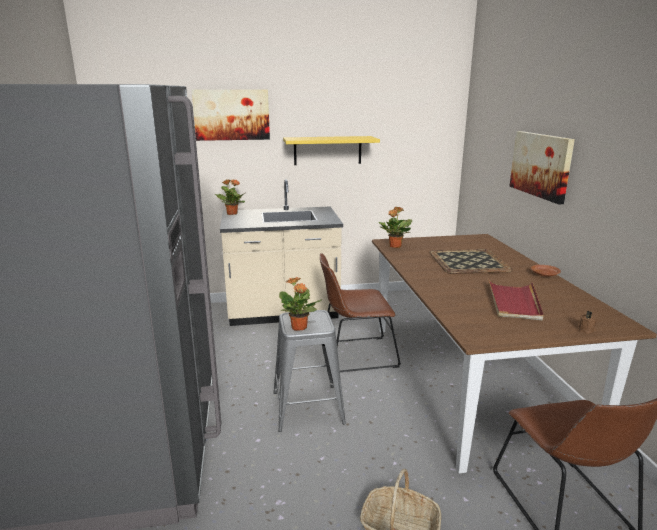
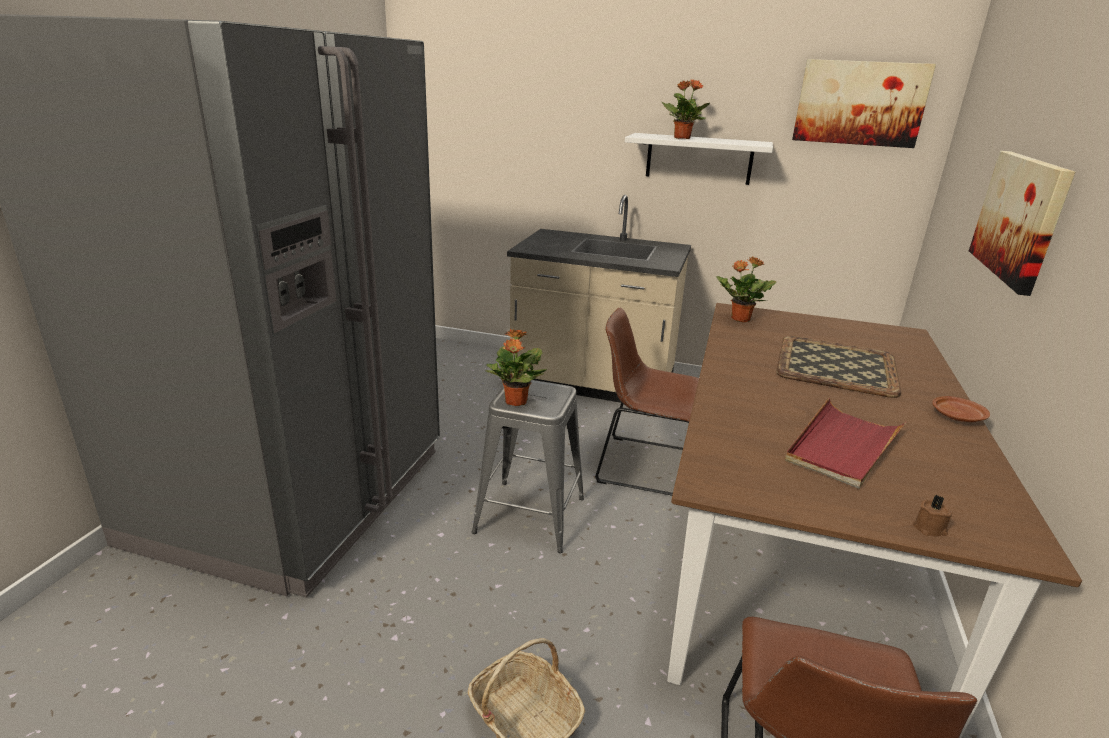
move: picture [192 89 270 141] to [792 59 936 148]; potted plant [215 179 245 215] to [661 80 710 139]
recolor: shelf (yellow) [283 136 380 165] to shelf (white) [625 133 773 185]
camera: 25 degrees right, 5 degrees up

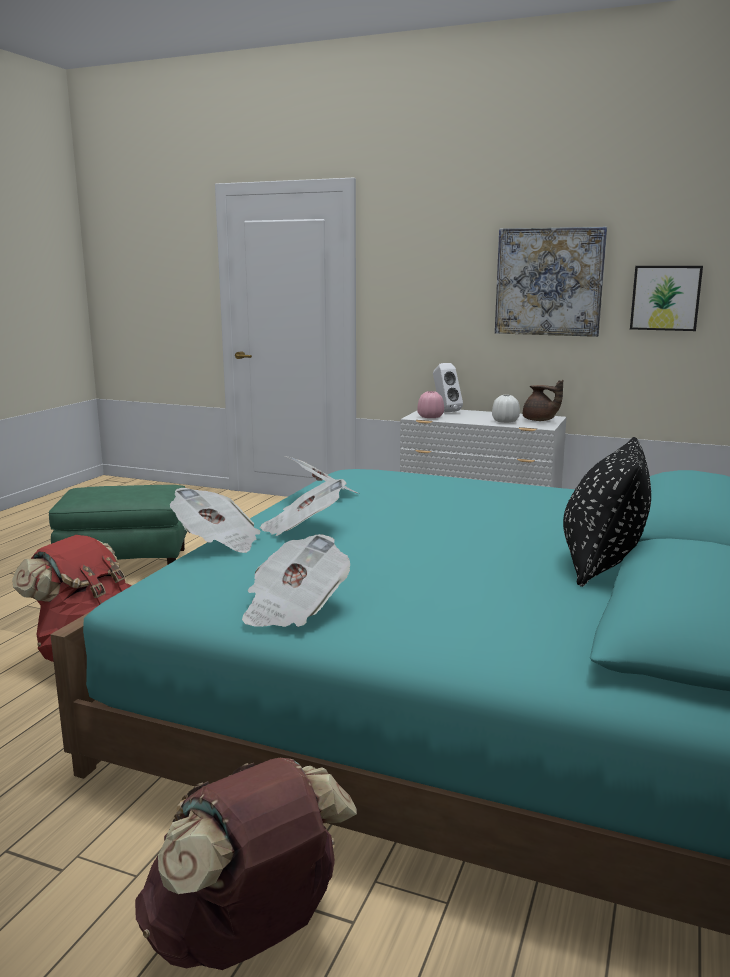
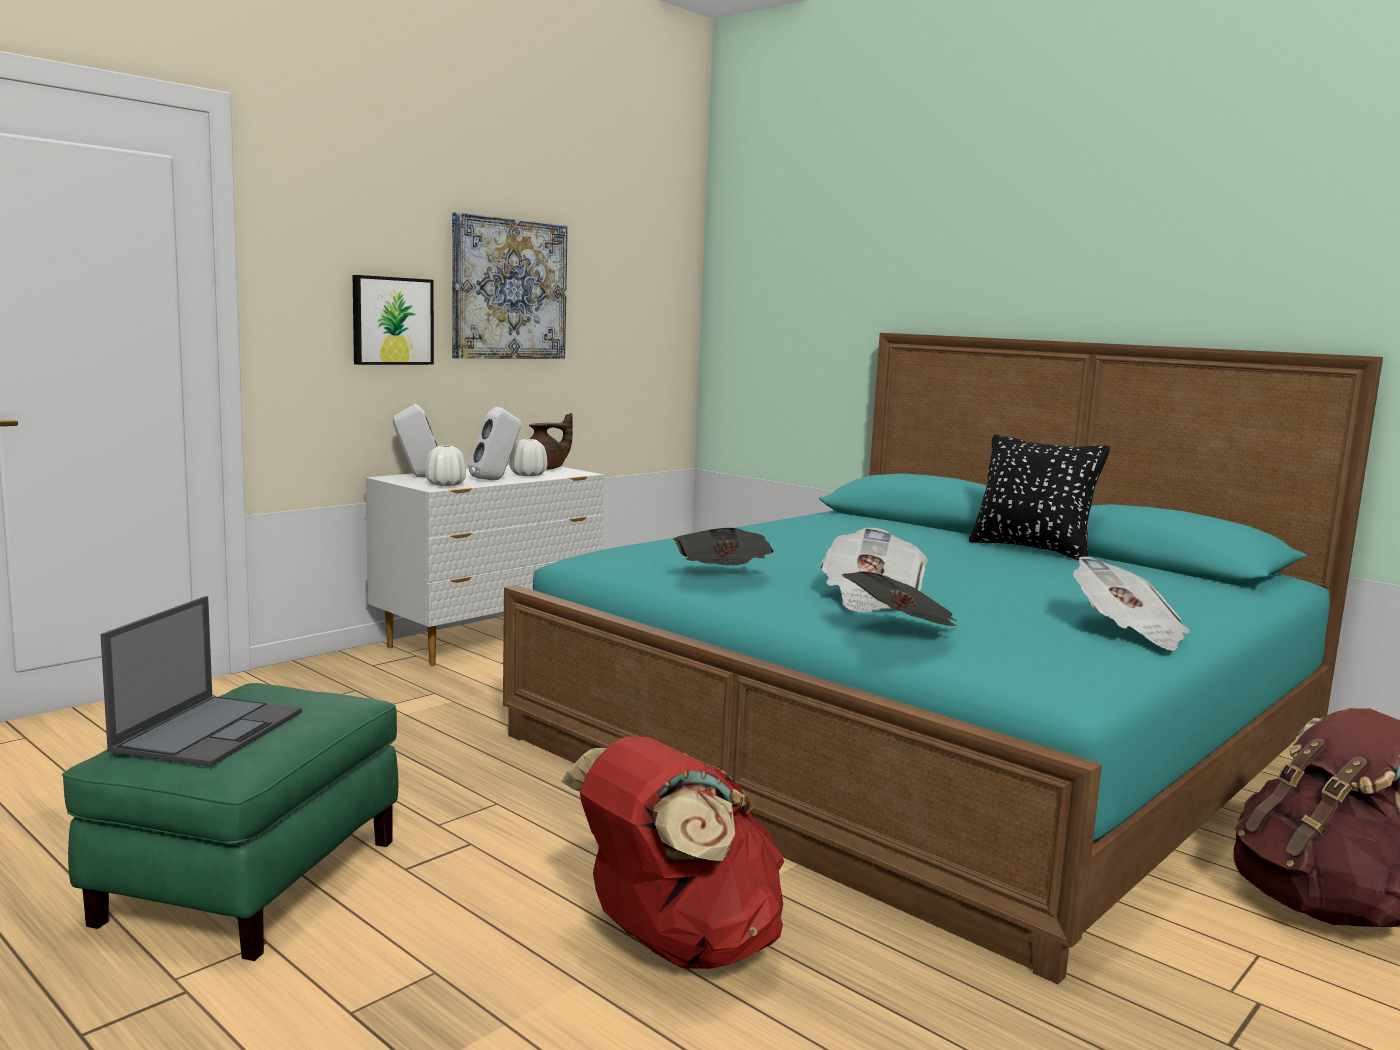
insert: laptop [100 596 302 767]; speaker (white) [468 407 521 480]
move: picture [630 266 703 331] to [353 275 434 365]
recolor: vase (pink) [417 391 444 418] to vase (white) [425 445 466 486]
camera: 70 degrees left, 5 degrees down

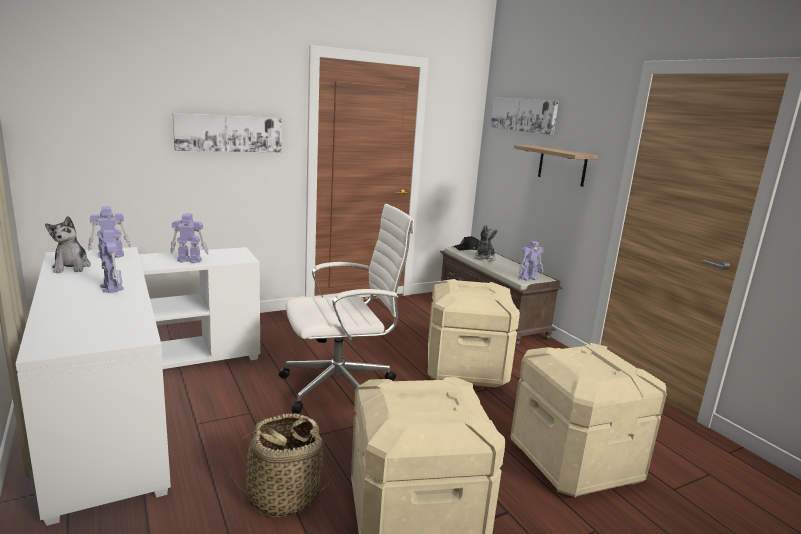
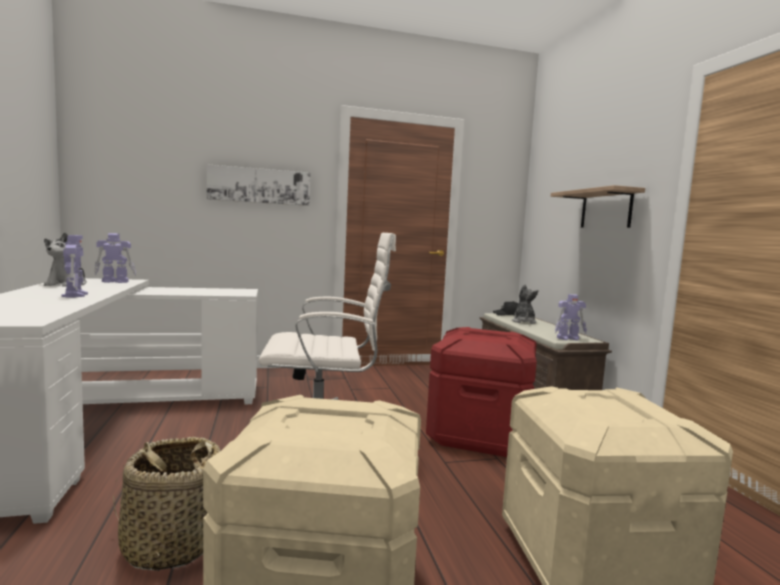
delete: toy robot [171 213 209 263]; picture [491 97 559 135]
recolor: storage box (beige) [427 279 520 388] to storage box (red) [426 327 537 457]
camera: 15 degrees right, 10 degrees down

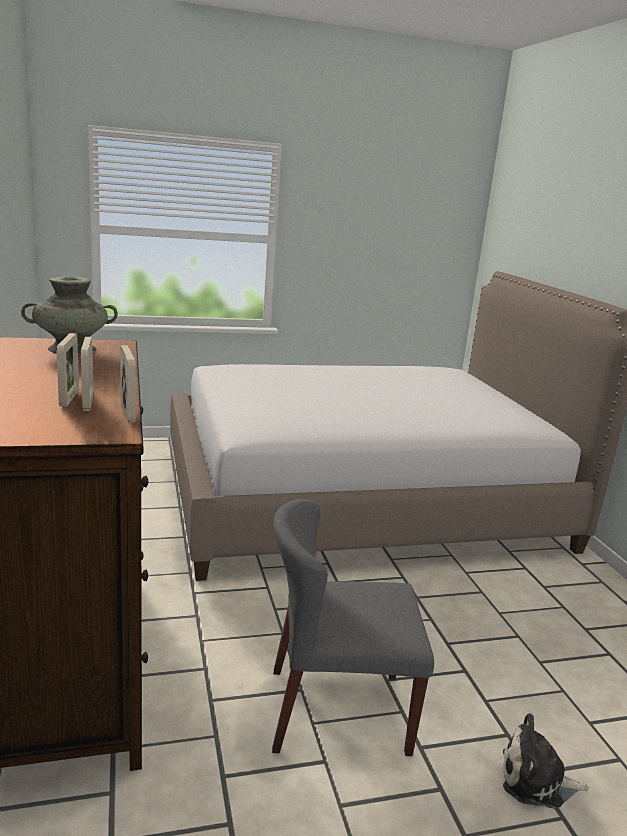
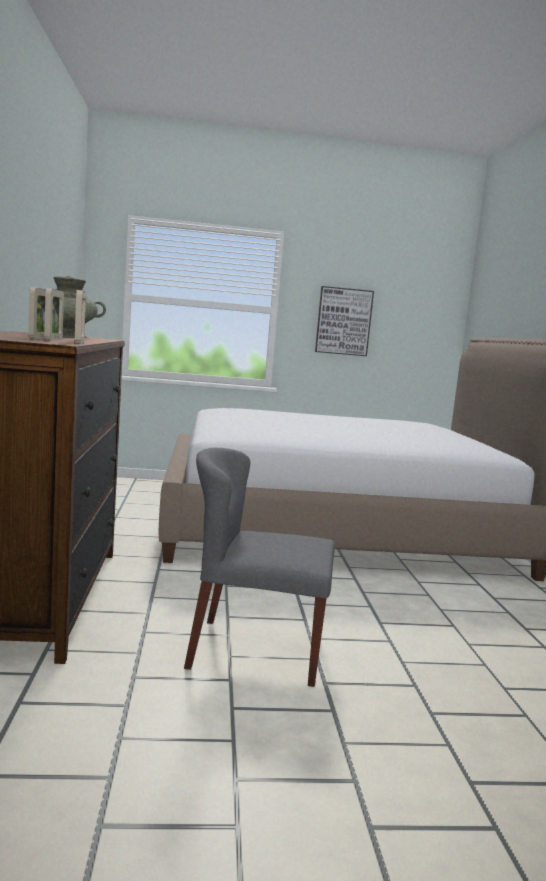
delete: plush toy [503 713 589 809]
insert: picture [315 286 374 356]
camera: 10 degrees right, 10 degrees down

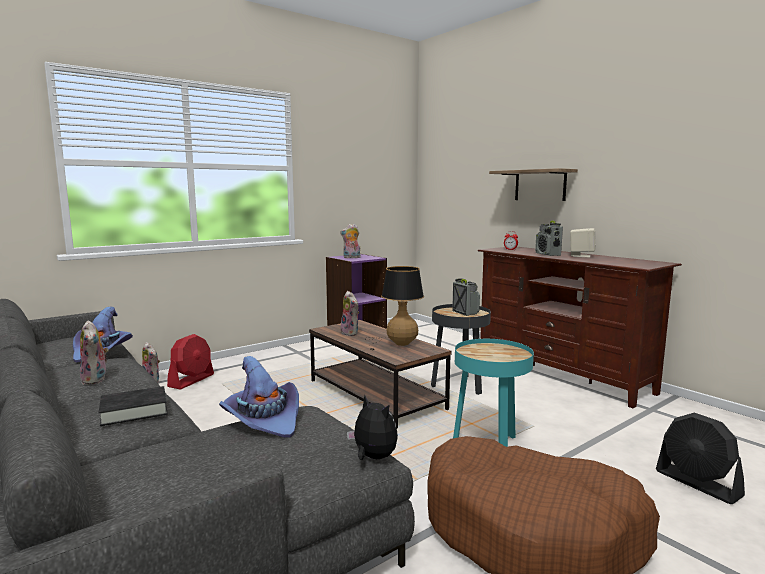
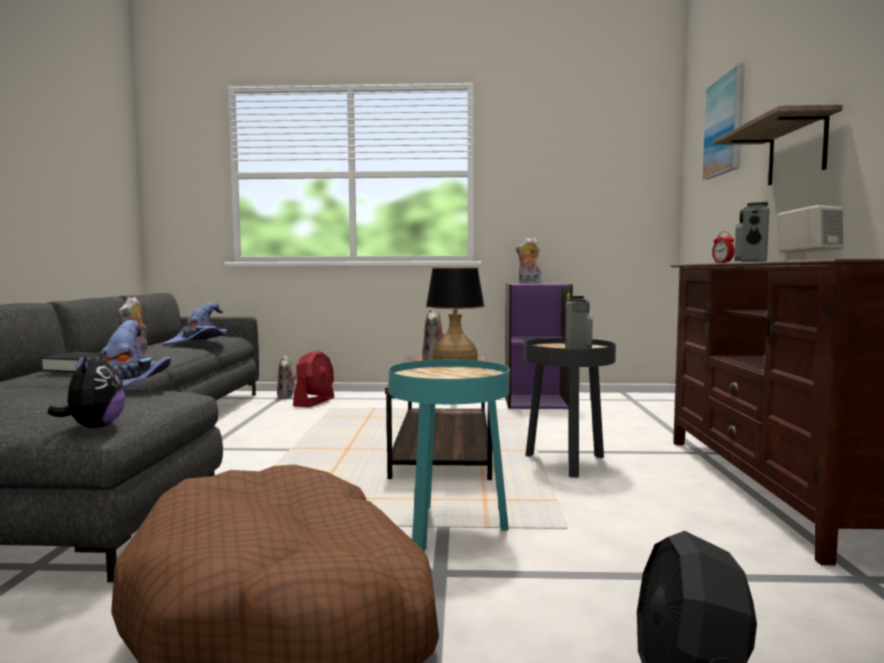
insert: picture [702 64 745 180]
rotate: fan (red) [167 334 214 389] = [293 350 334 407] 45 degrees counterclockwise
camera: 40 degrees right, 5 degrees down

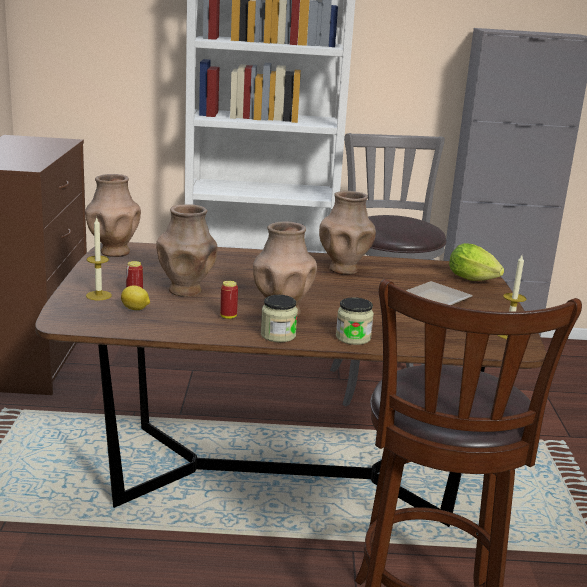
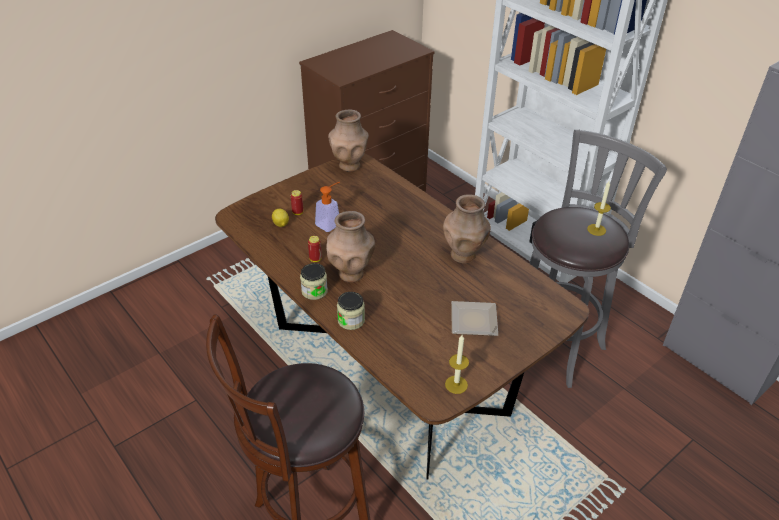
delete: lettuce [449 243 504 281]
move: candle [86 217 112 300] to [587 181 611 236]
replace: vase (brown) [156 204 218 297] to soap dispenser [315 182 340 232]
camera: 50 degrees right, 20 degrees up

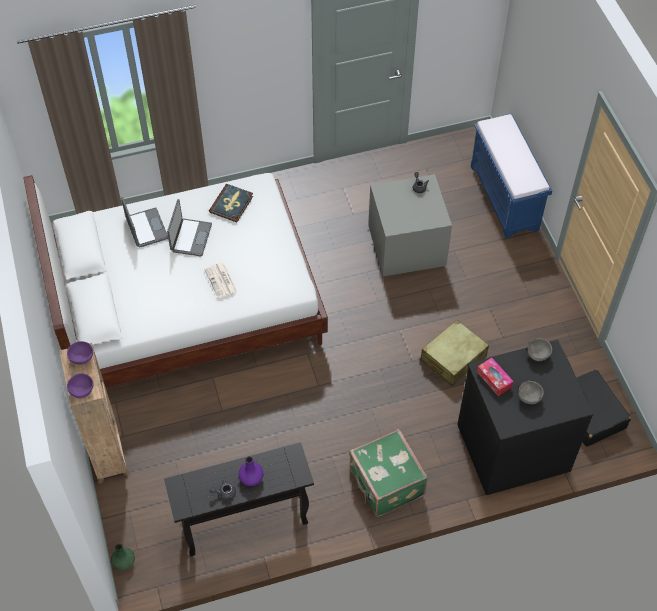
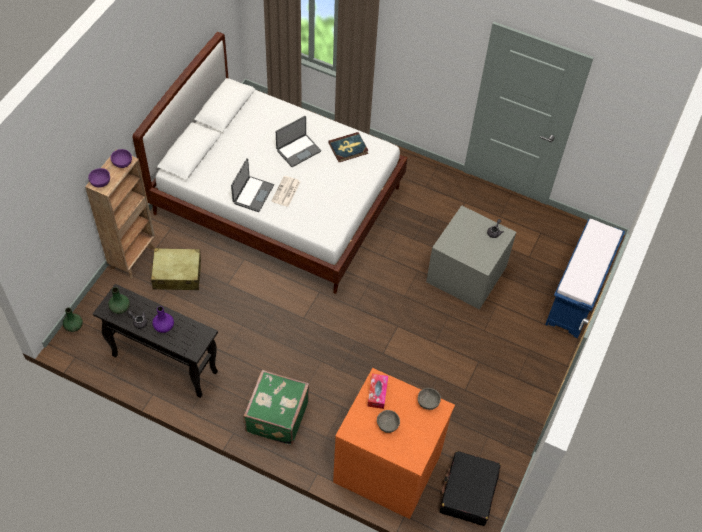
insert: vase (green) [108 287 130 314]
move: laptop [121 197 168 248] to [231 158 274 212]; suitcase (beige) [420 320 489 386] to [150 248 201 290]
recolor: dresser (black) [457 340 594 495] to dresser (orange) [333 368 455 519]
camera: 40 degrees right, 0 degrees up

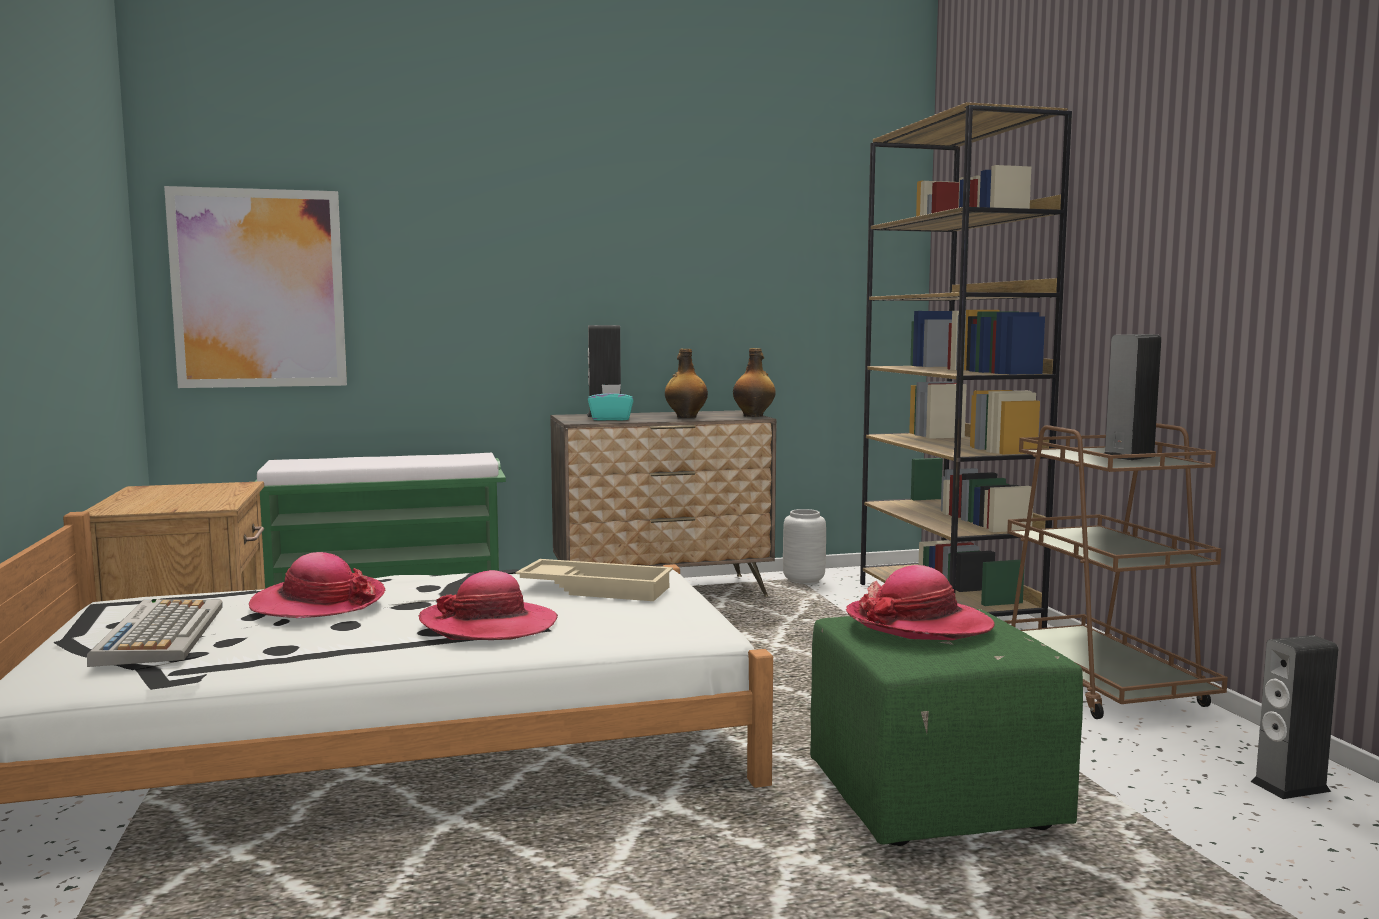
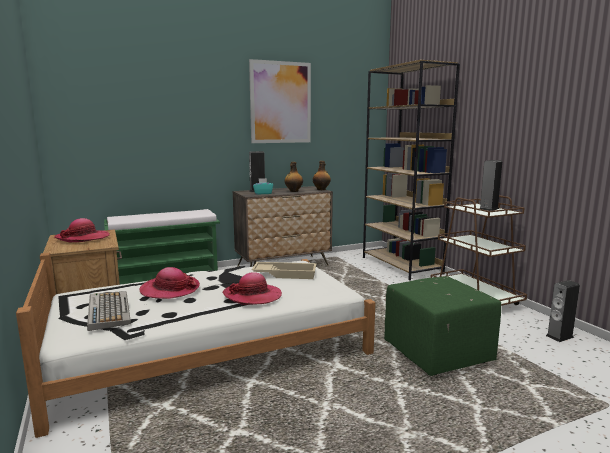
delete: vase (grey) [783 509 826 585]
move: picture [164 186 347 388] to [249 59 311 143]; hat [846 565 995 640] to [54 218 110 242]
camera: 10 degrees left, 5 degrees up

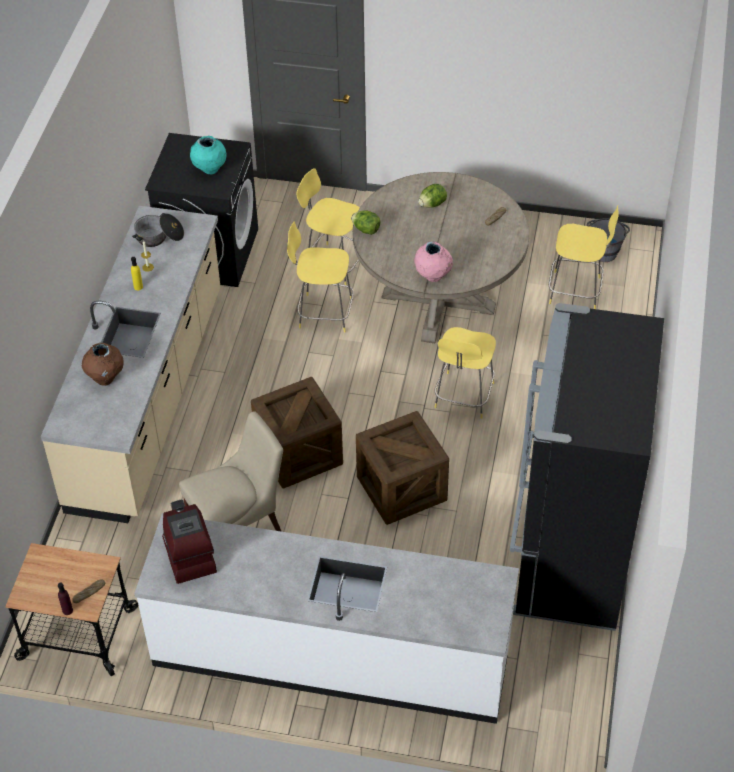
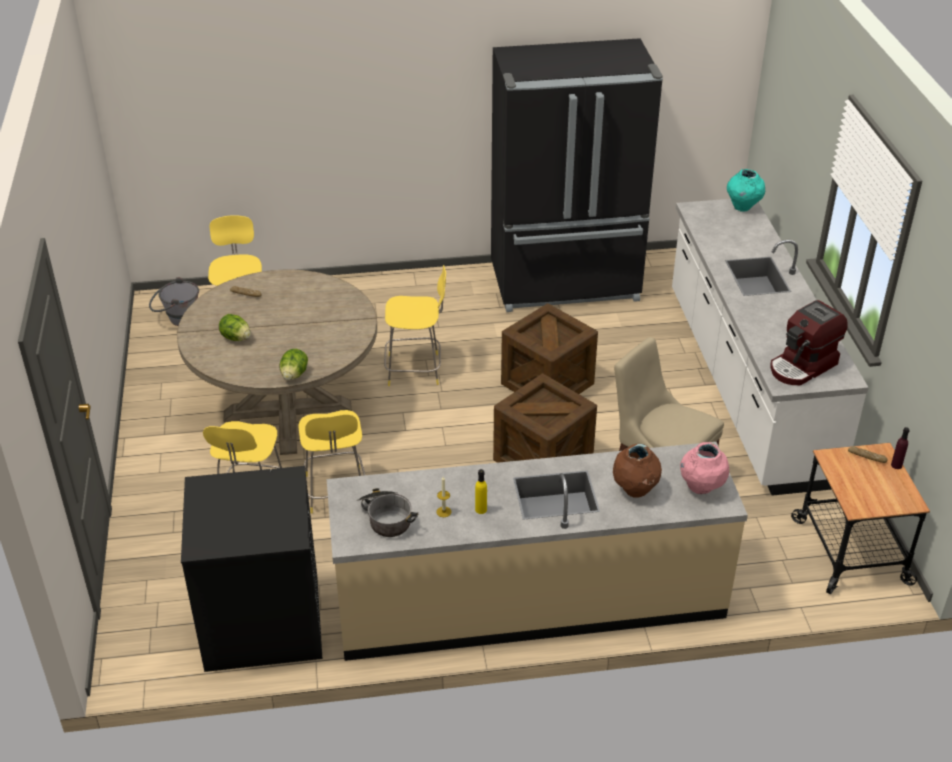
move: vase (turquoise) [190 136 227 174] to [727 169 765 212]; vase (pink) [414 241 453 282] to [680 442 729 494]
camera: 110 degrees left, 10 degrees down

